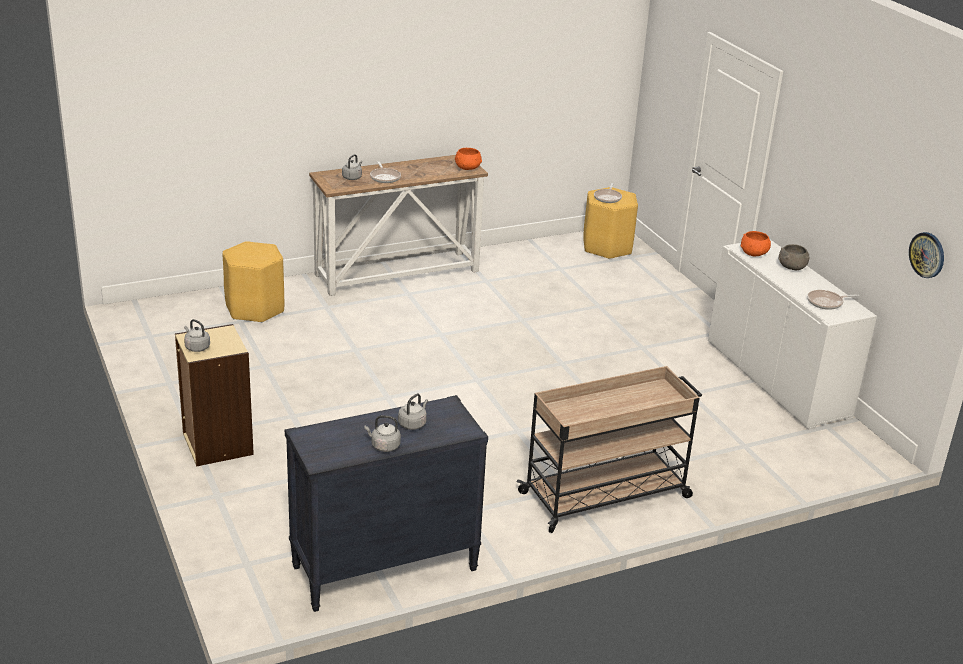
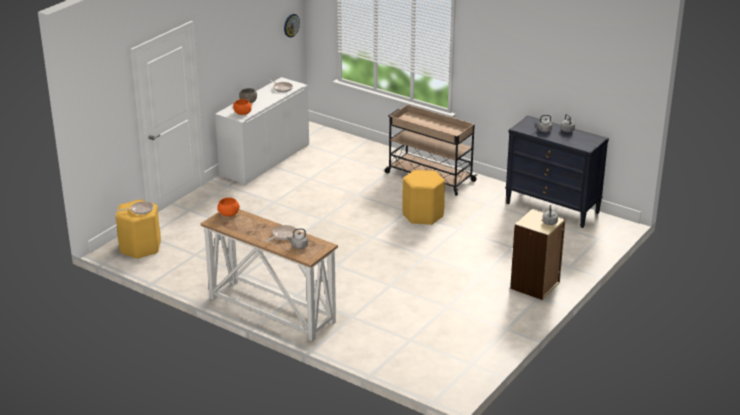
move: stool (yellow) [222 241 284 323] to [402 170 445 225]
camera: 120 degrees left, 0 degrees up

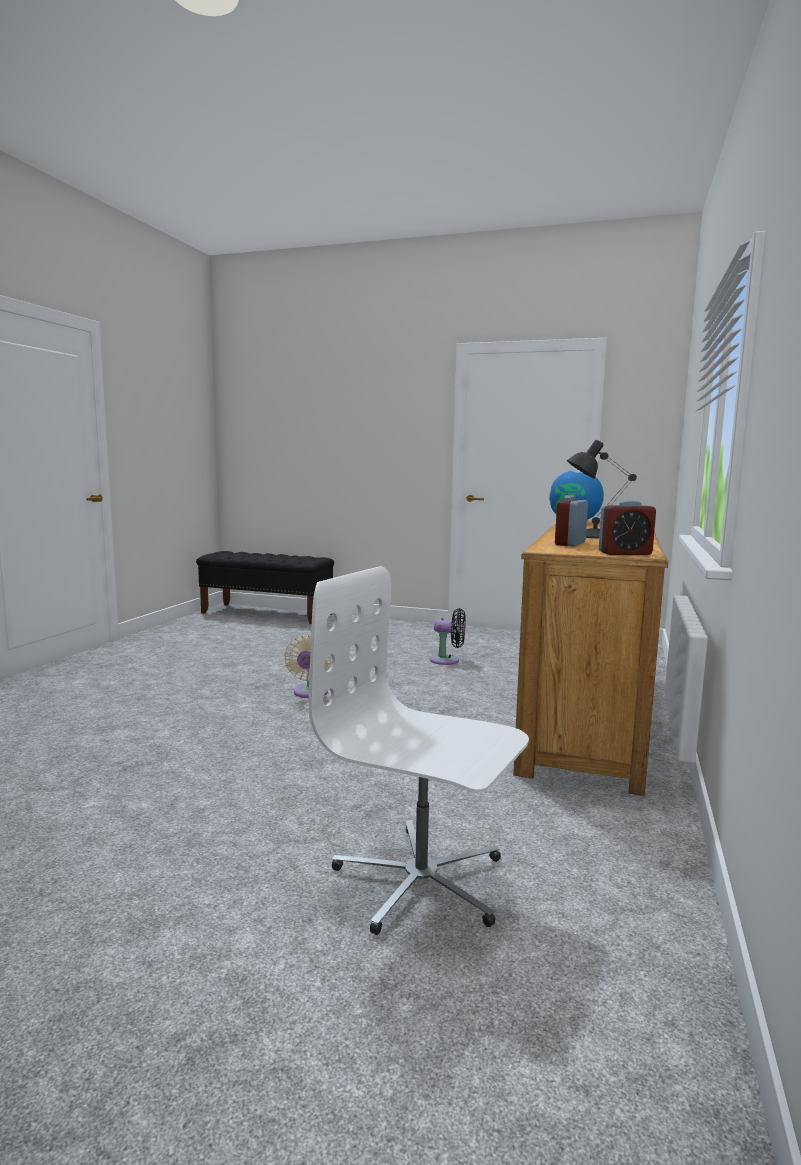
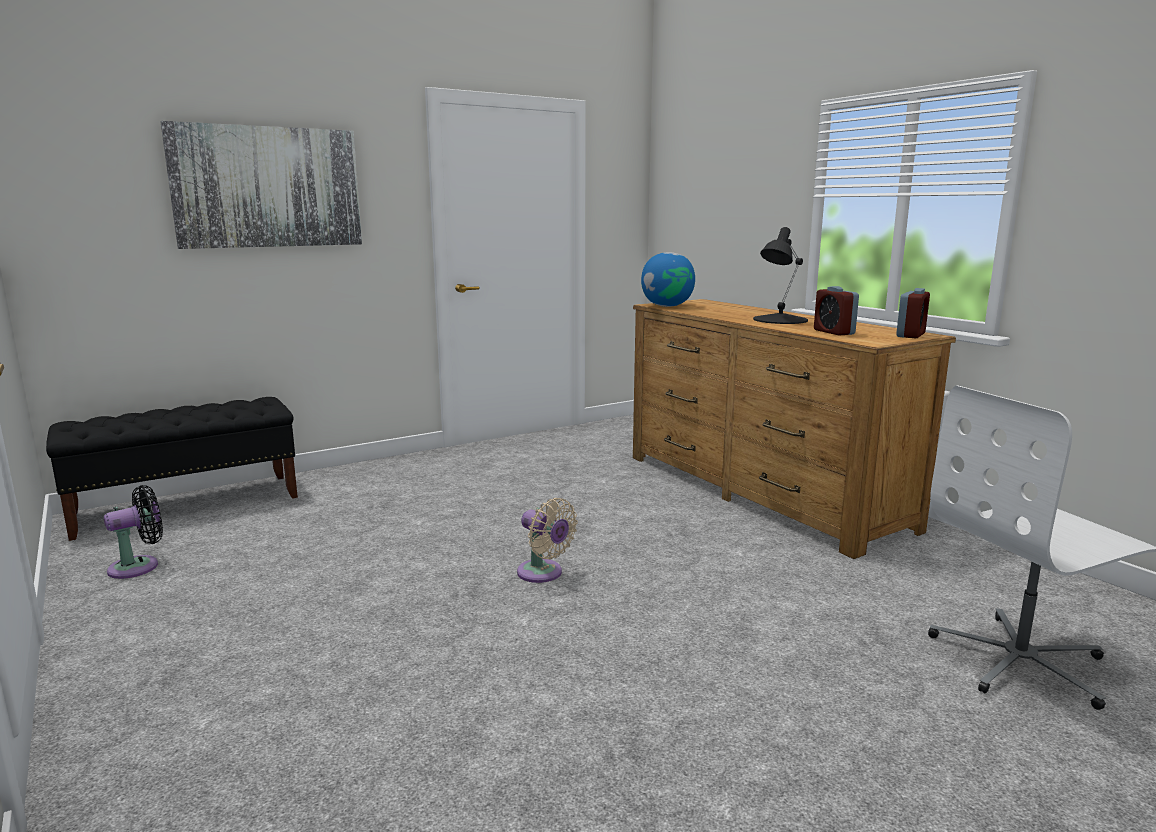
insert: picture [160 121 362 249]
move: fan (black) [430 608 466 665] to [104 485 163 579]
camera: 50 degrees left, 5 degrees up

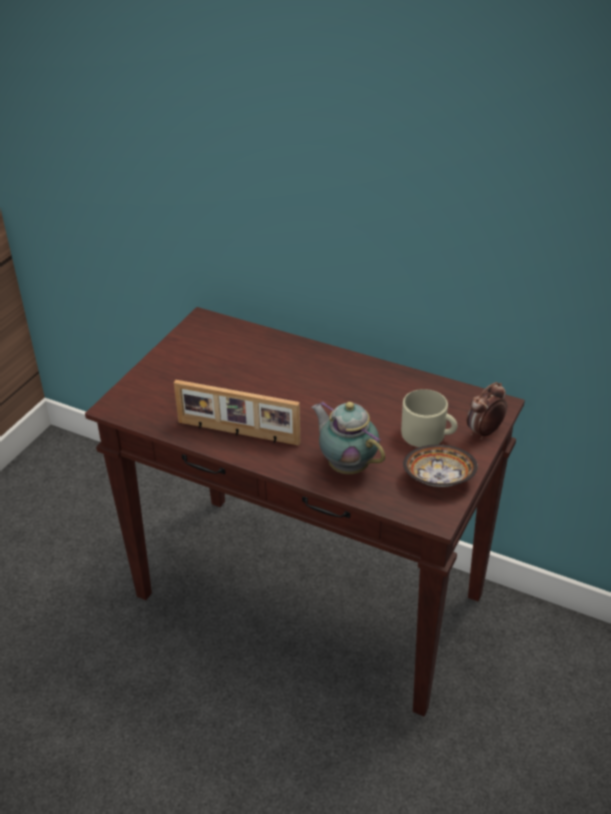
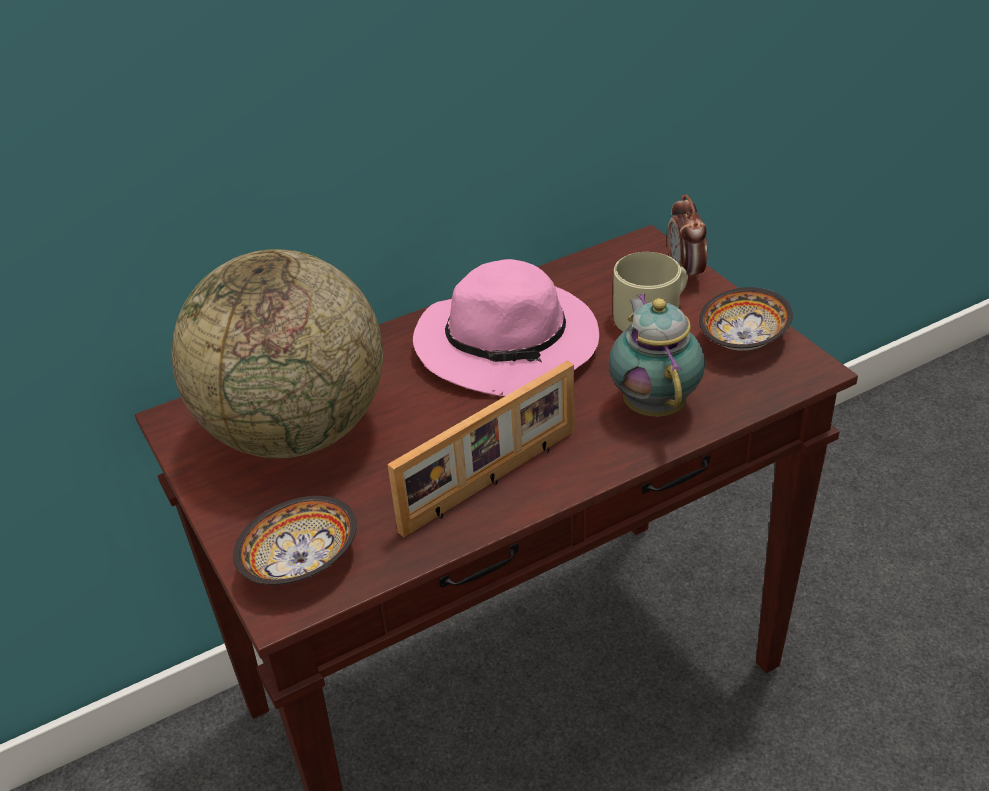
insert: globe [172 249 383 458]; bowl [233 496 357 585]; hat (pink) [413 259 599 397]
rotate: teapot [311 401 385 474] = [609 293 705 417] 90 degrees clockwise
camera: 55 degrees left, 0 degrees up

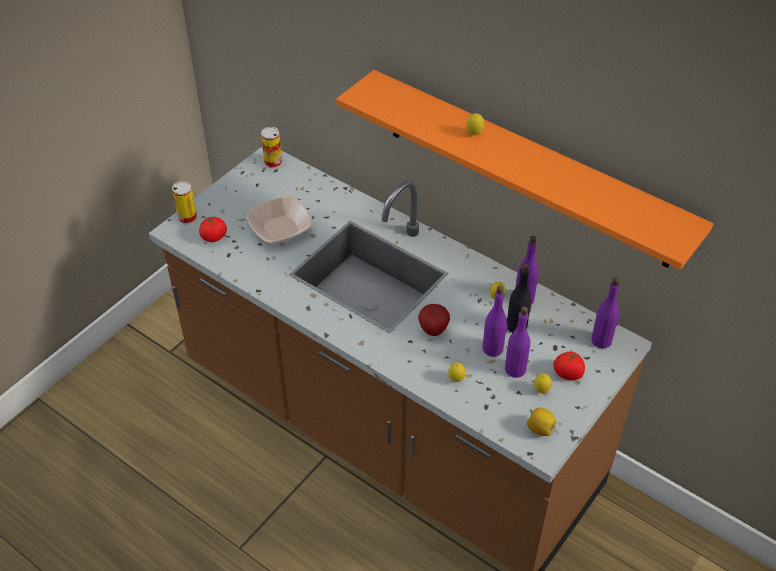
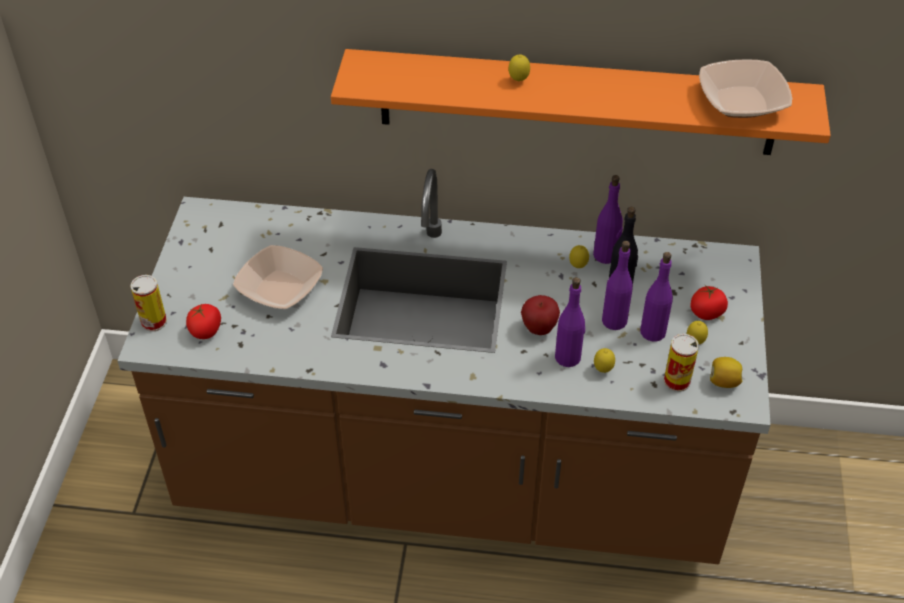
insert: bowl [699 60 792 118]
move: can [261 127 282 168] to [664 334 699 392]; bottle (purple) [591 277 620 348] to [555 277 585 367]
camera: 30 degrees left, 0 degrees up

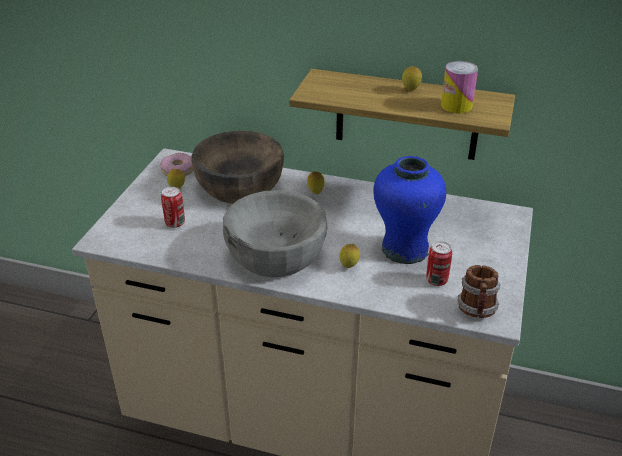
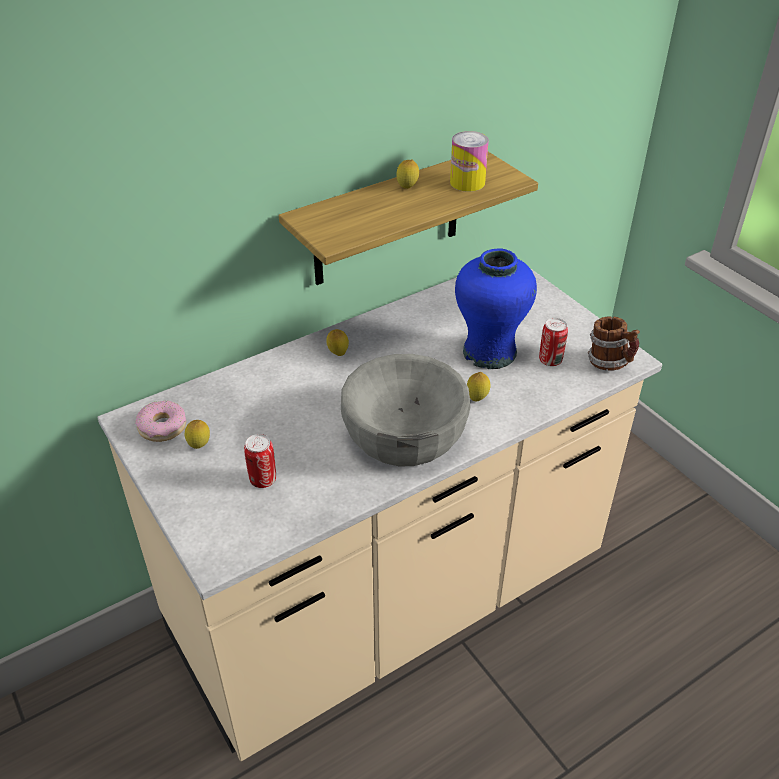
delete: bowl (brown) [191 131 284 204]
camera: 50 degrees left, 5 degrees up

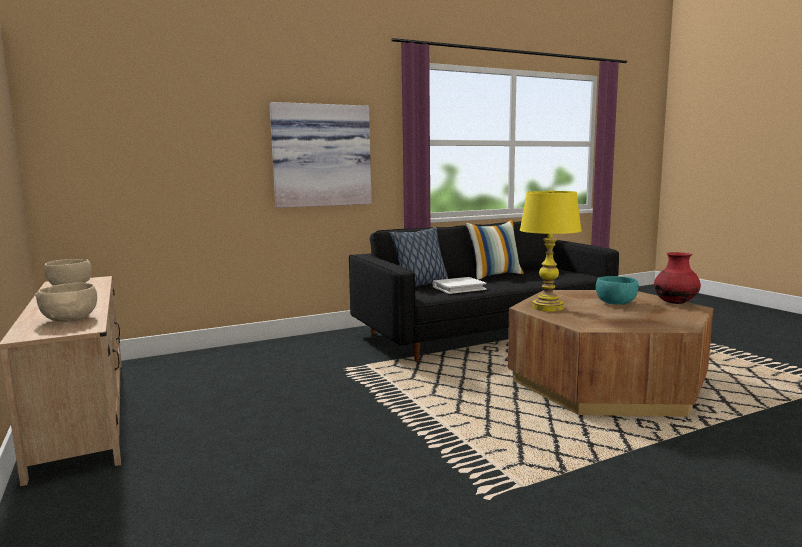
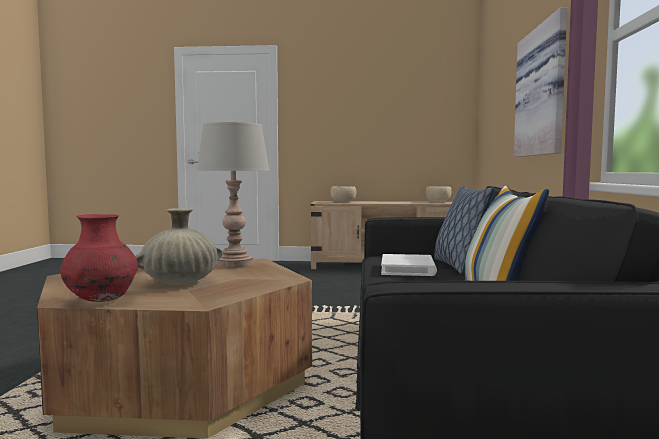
replace: bowl (turquoise) [596 276 639 305] to vase (beige) [135 208 223 285]
recolor: table lamp (yellow) [520 190 582 312] to table lamp (grey) [197 122 270 268]
camera: 120 degrees right, 5 degrees down

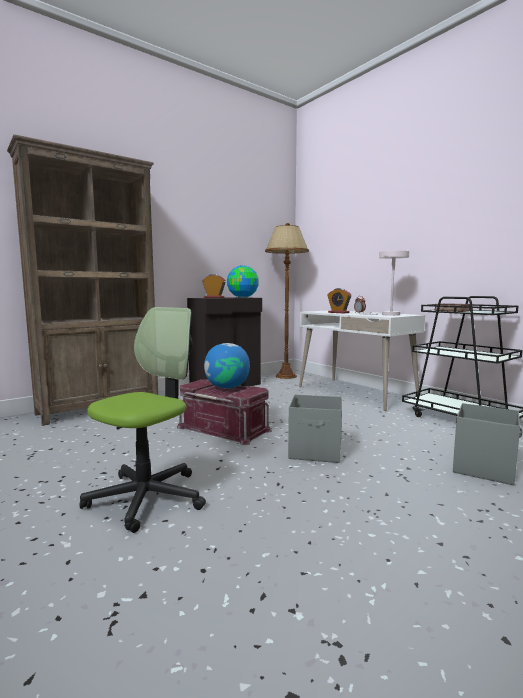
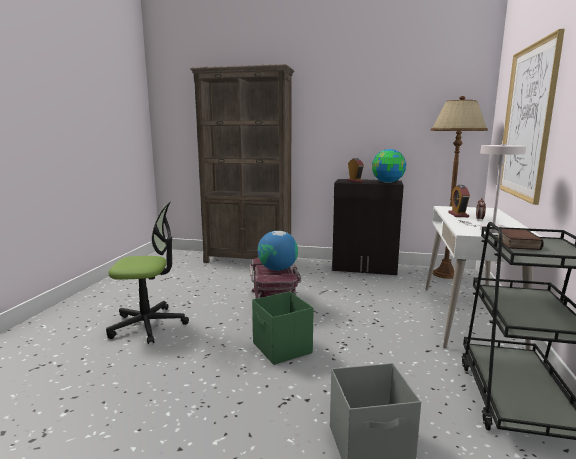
insert: picture [500 29 565 205]
recolor: storage box (grey) [288 394 342 463] to storage box (green) [252 291 313 365]
camera: 50 degrees right, 5 degrees up

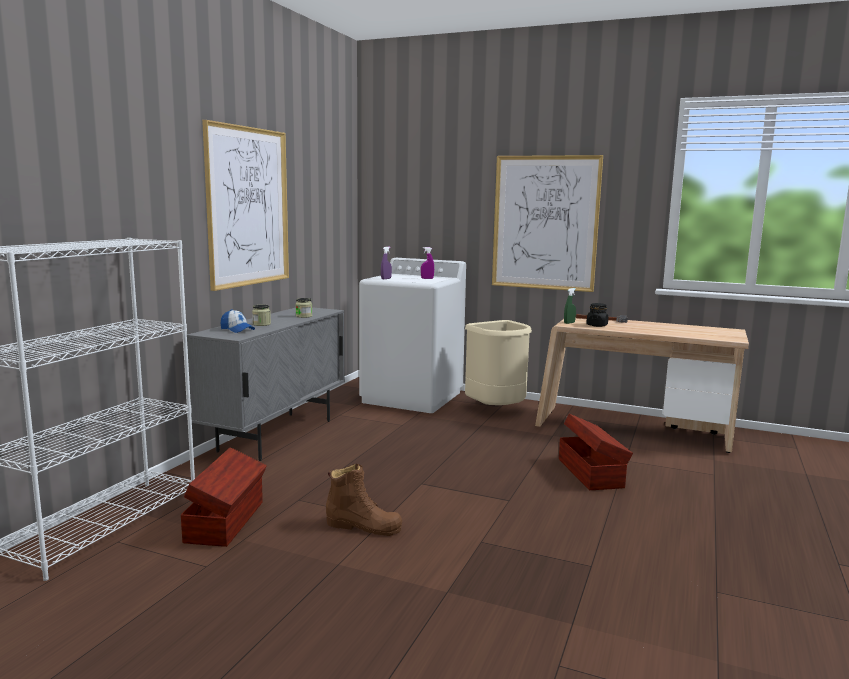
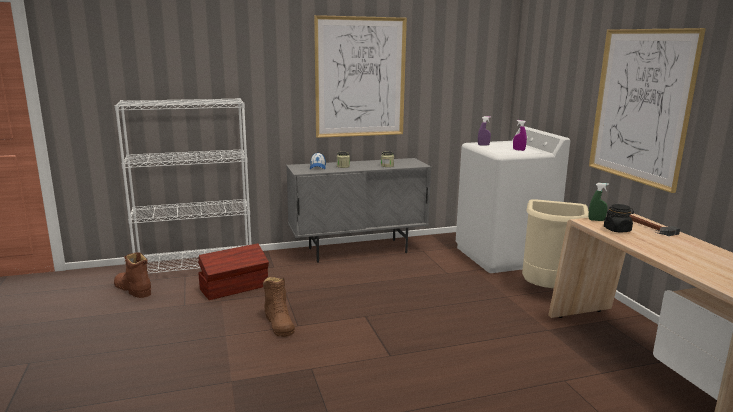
delete: storage box (brown) [559 414 633 490]
insert: boot (brown) [114 253 151 298]
camera: 50 degrees right, 5 degrees up

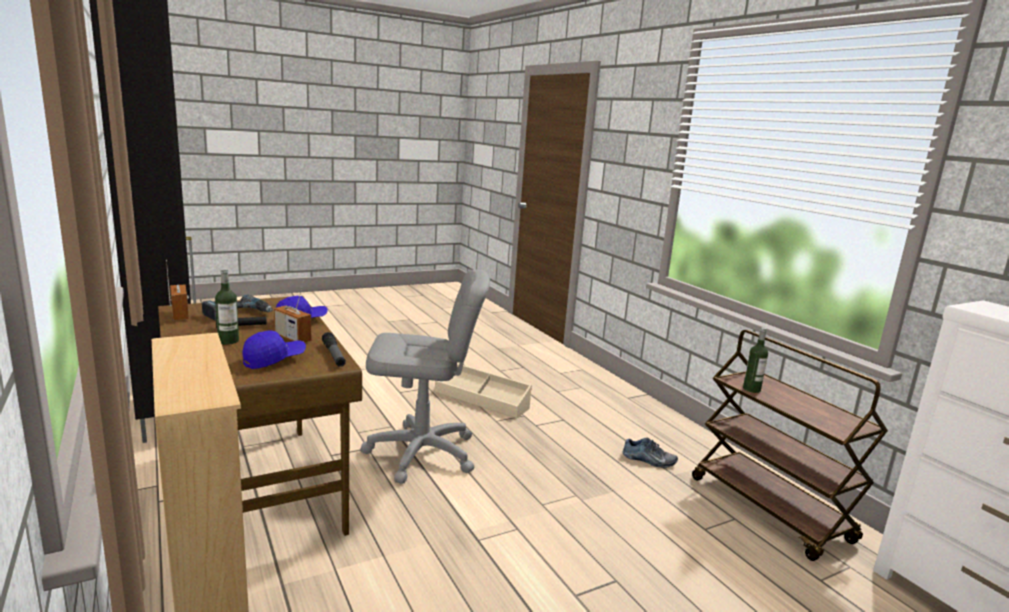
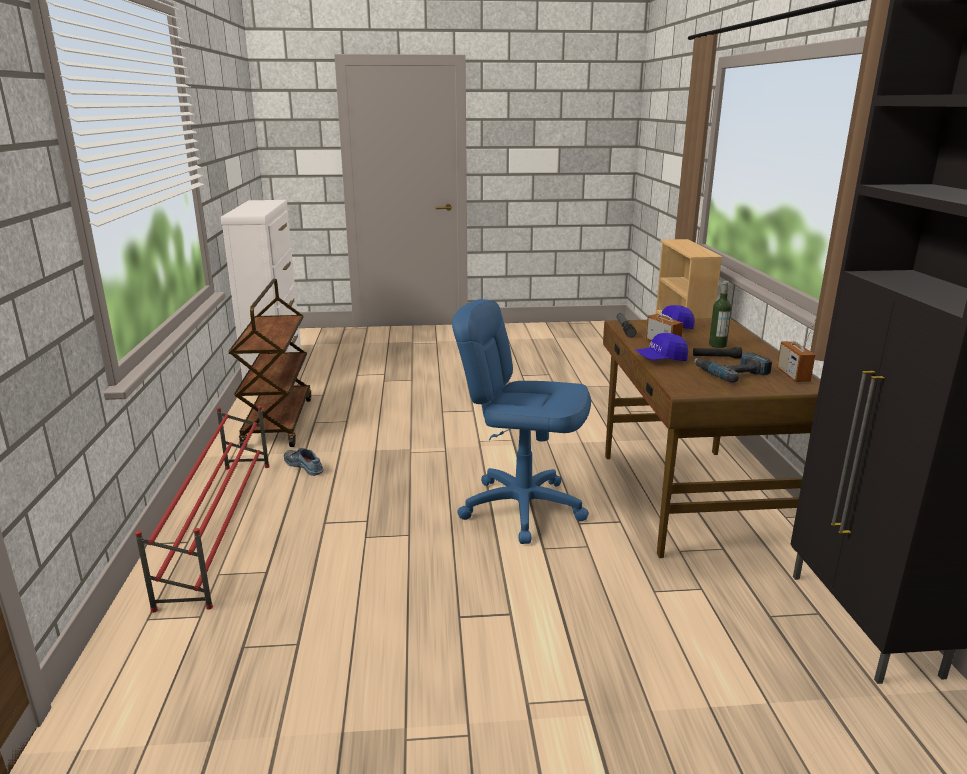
delete: storage box (beige) [435 364 532 418]; bottle [743 327 768 393]
insert: shoe rack (red) [135 406 270 613]
recolor: office chair (grey) [360 269 490 484] to office chair (blue) [452 299 591 544]
camera: 155 degrees left, 5 degrees up

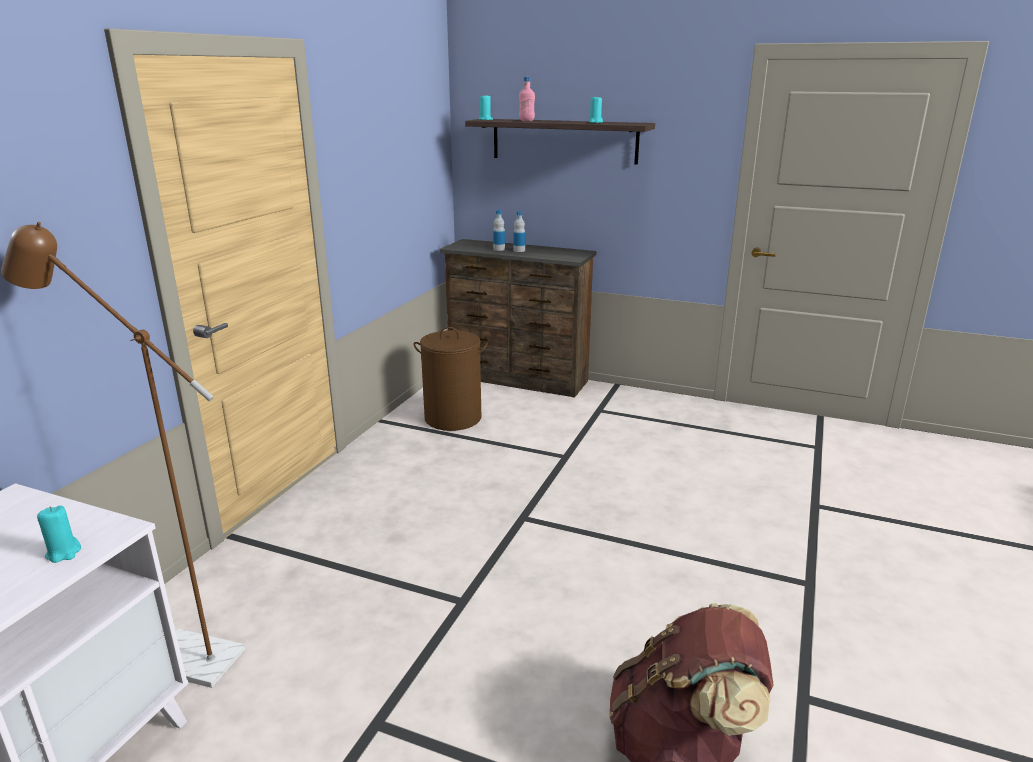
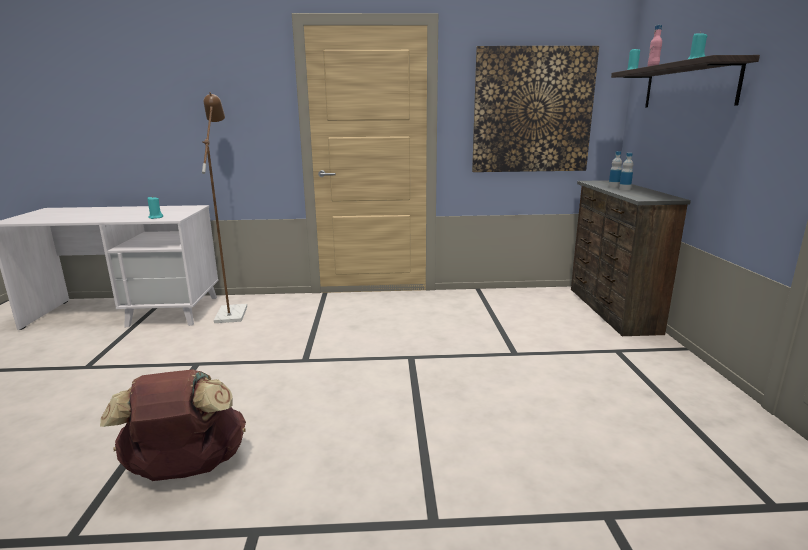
delete: laundry basket (brown) [413 327 488 431]
insert: picture [472 46 599 172]
camera: 65 degrees right, 5 degrees down

